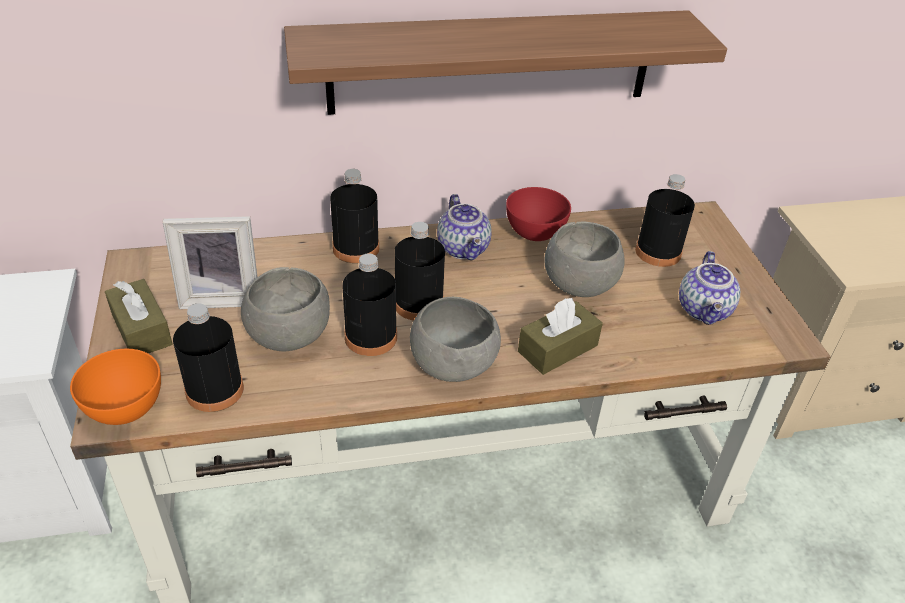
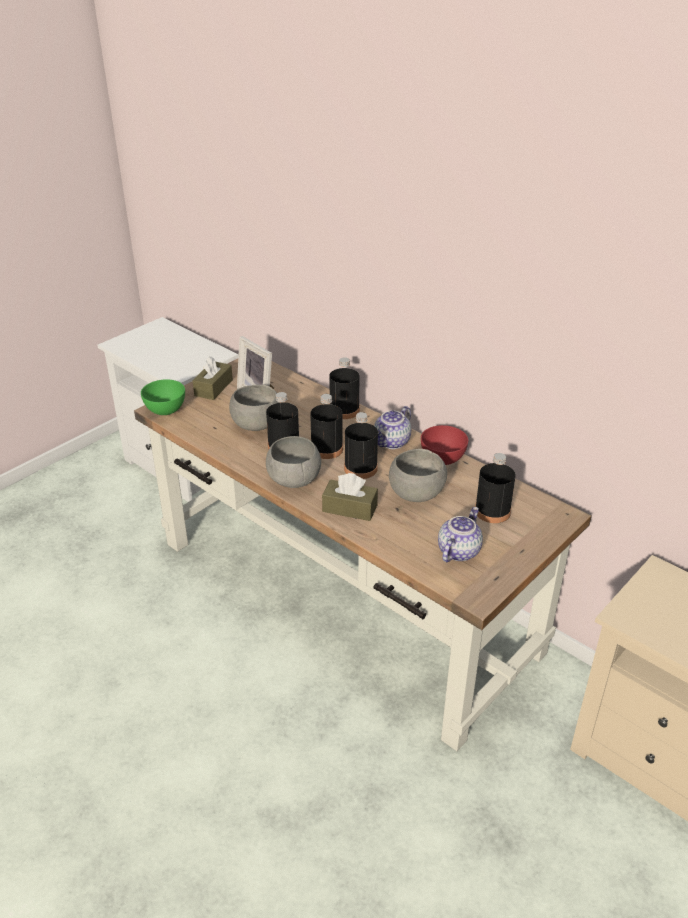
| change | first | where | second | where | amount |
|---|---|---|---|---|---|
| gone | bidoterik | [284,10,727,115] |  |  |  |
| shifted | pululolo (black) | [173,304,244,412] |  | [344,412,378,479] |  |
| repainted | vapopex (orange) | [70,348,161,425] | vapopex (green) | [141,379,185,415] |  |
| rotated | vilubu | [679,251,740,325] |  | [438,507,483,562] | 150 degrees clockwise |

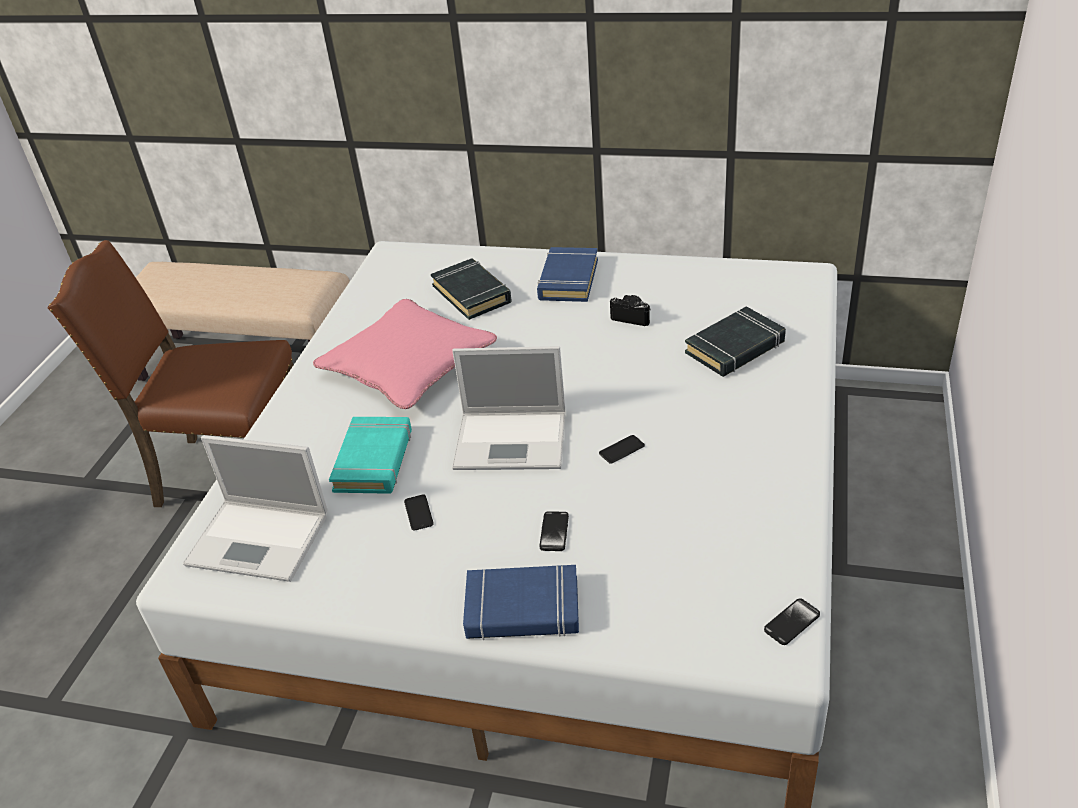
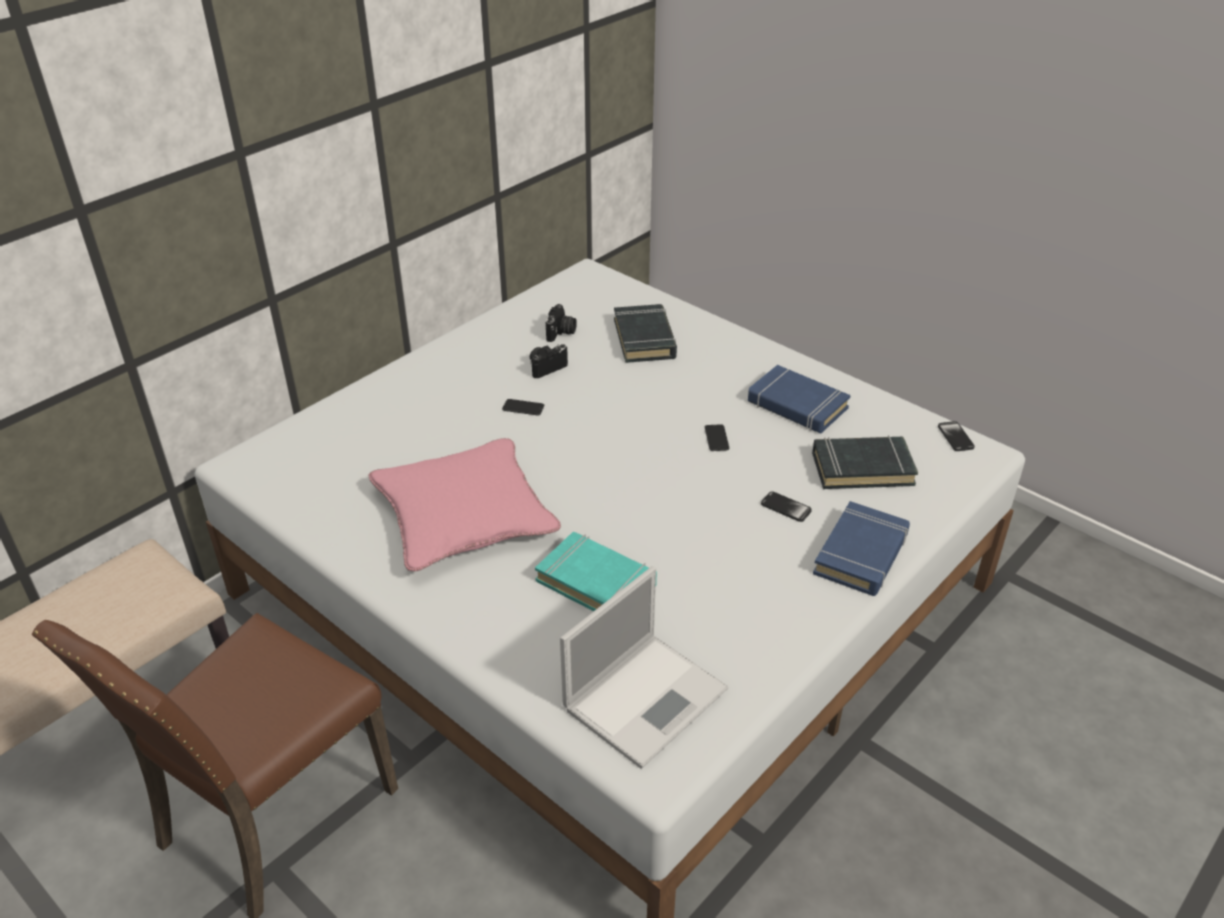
| change | first | where | second | where | amount |
|---|---|---|---|---|---|
| gone | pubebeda | [452,346,565,470] |  |  |  |
| new |  |  | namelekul | [546,304,577,342] |  |
| shifted | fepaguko | [404,495,434,531] |  | [502,399,544,416] |  |
| shifted | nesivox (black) | [431,258,512,320] |  | [812,435,918,489] |  |
| shifted | nesivox (blue) | [537,247,598,302] |  | [748,365,851,433] |  |

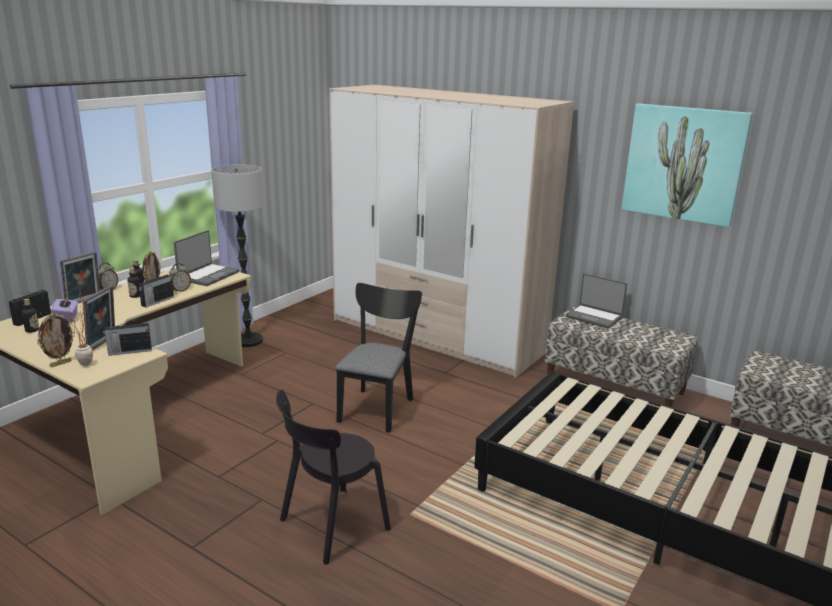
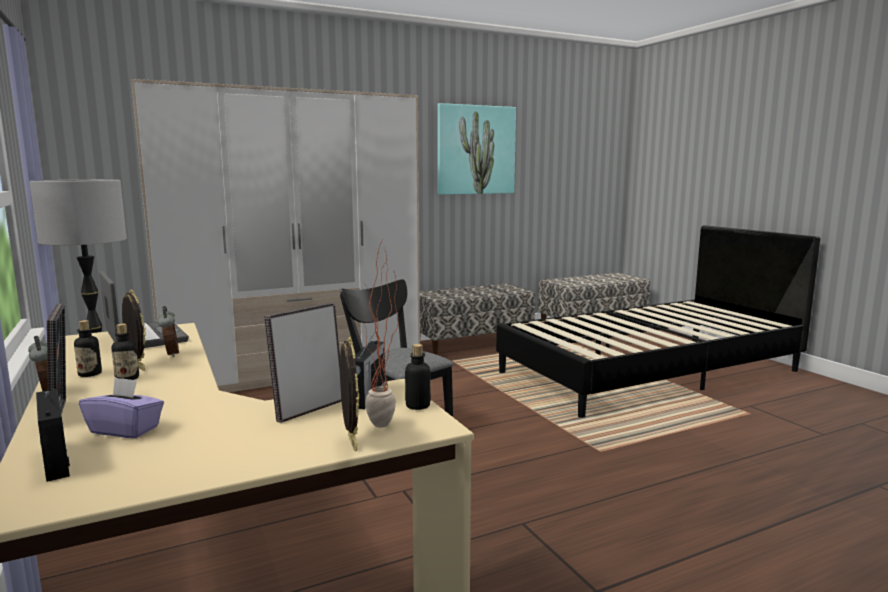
| change | first | where | second | where | amount |
|---|---|---|---|---|---|
| gone | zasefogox | [138,272,174,307] |  |  |  |
| gone | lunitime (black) | [276,390,391,565] |  |  |  |
| gone | pubebeda | [565,274,627,329] |  |  |  |
| shifted | pululolo | [22,299,39,333] |  | [405,344,431,410] |  |
| rotated | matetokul | [83,286,115,350] |  | [264,303,342,423] | 90 degrees counterclockwise |

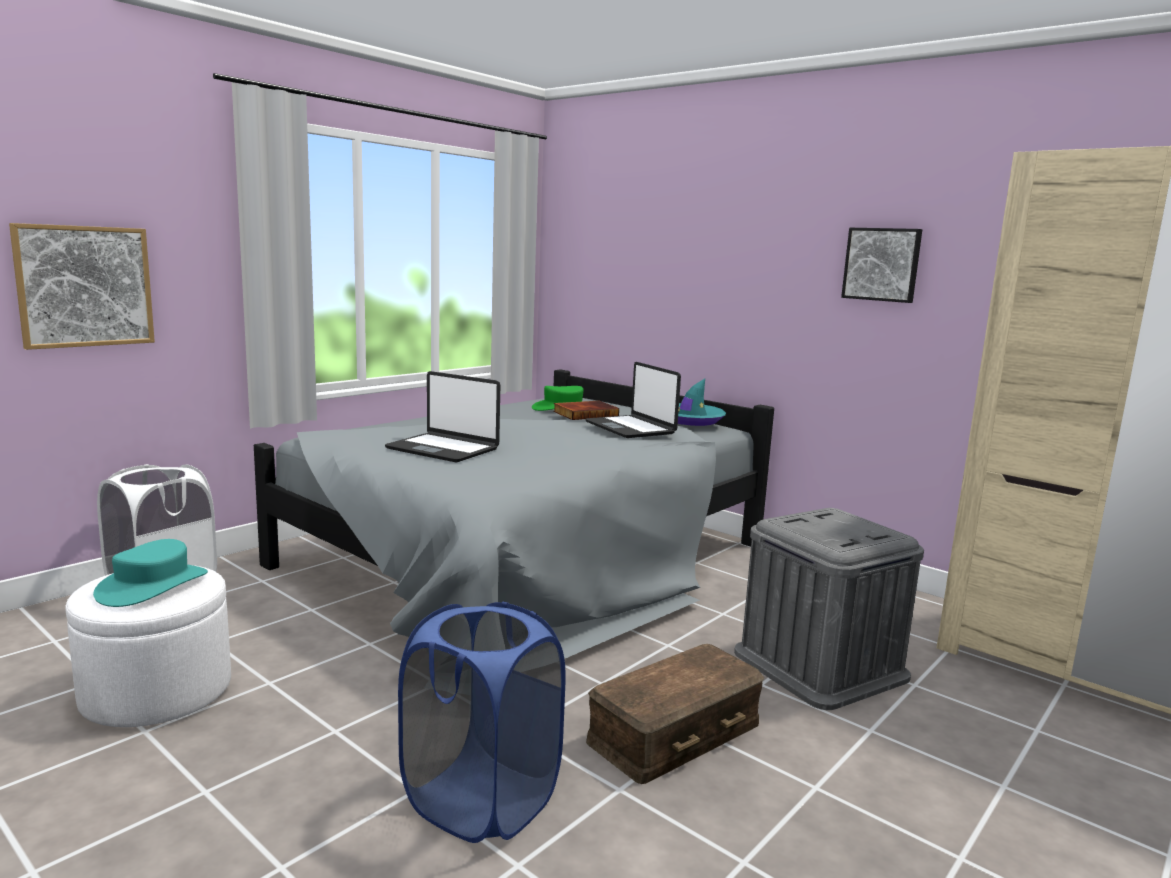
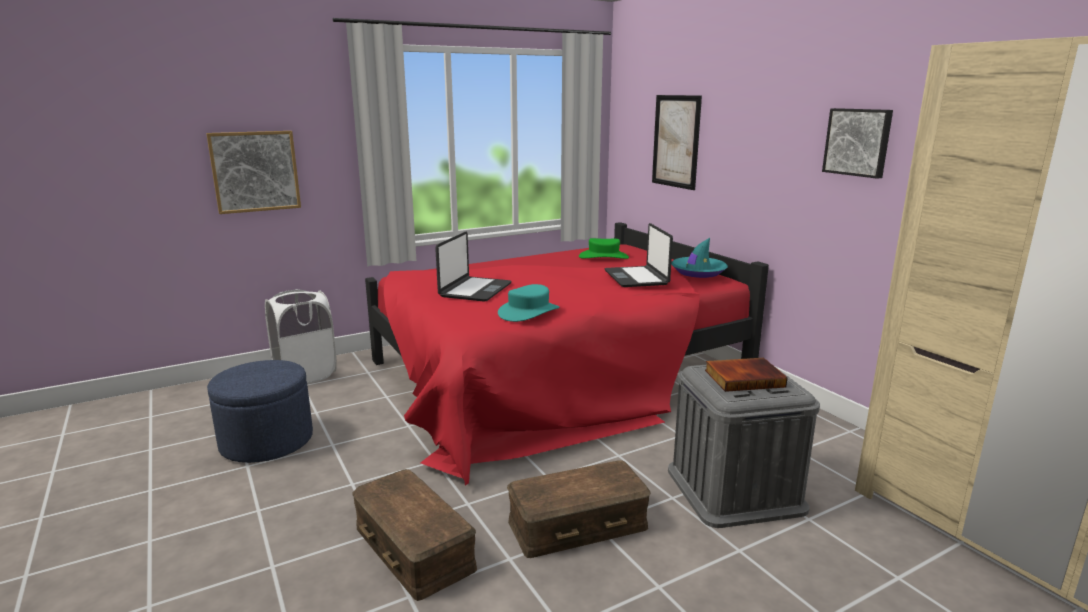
| change | first | where | second | where | amount |
|---|---|---|---|---|---|
| new |  |  | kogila | [652,95,702,190] |  |
| shifted | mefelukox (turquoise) | [93,539,208,607] |  | [498,284,559,322] |  |
| shifted | nesivox | [553,401,619,420] |  | [705,358,788,392] |  |
| swapped | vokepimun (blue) | [398,602,565,843] | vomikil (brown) | [352,469,477,601] |  |
| repainted | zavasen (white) | [65,565,231,727] | zavasen (blue) | [207,360,313,463] |  |
| repainted | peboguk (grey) | [254,369,774,659] | peboguk (red) | [365,222,769,486] |  |
| rotated | pubebeda | [385,371,500,463] |  | [435,232,512,302] | 120 degrees counterclockwise |

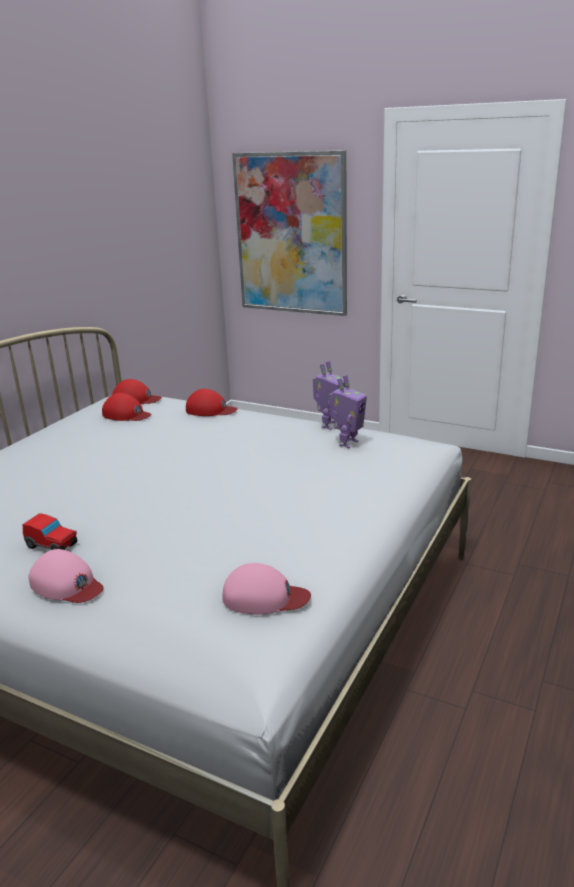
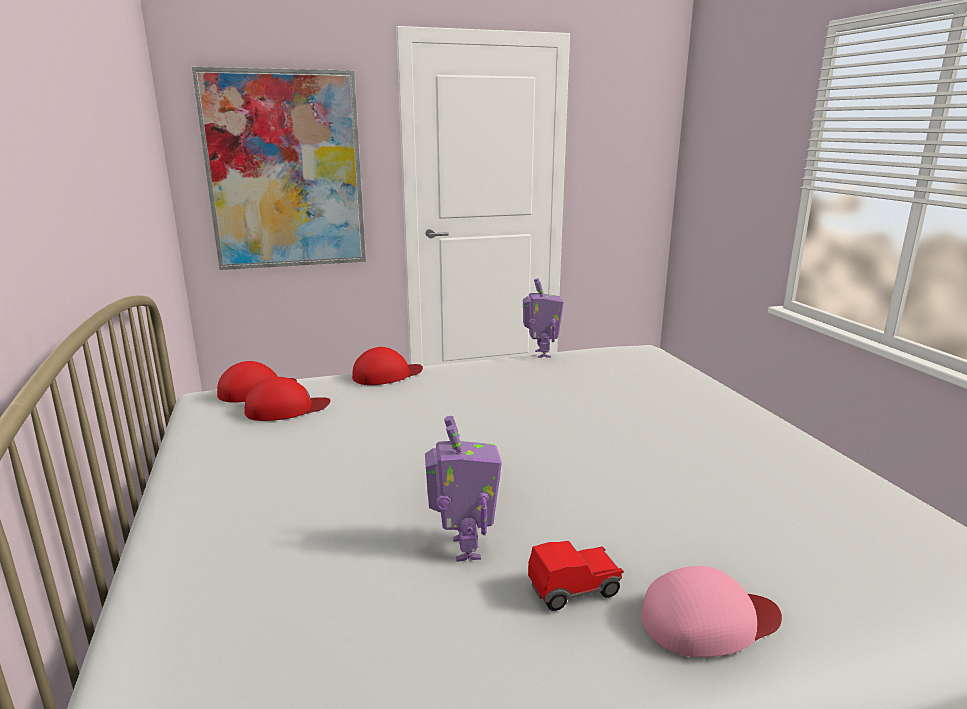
| change | first | where | second | where | amount |
|---|---|---|---|---|---|
| gone | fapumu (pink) | [222,563,311,614] |  |  |  |
| shifted | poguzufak | [329,375,367,448] |  | [425,416,502,562] |  |

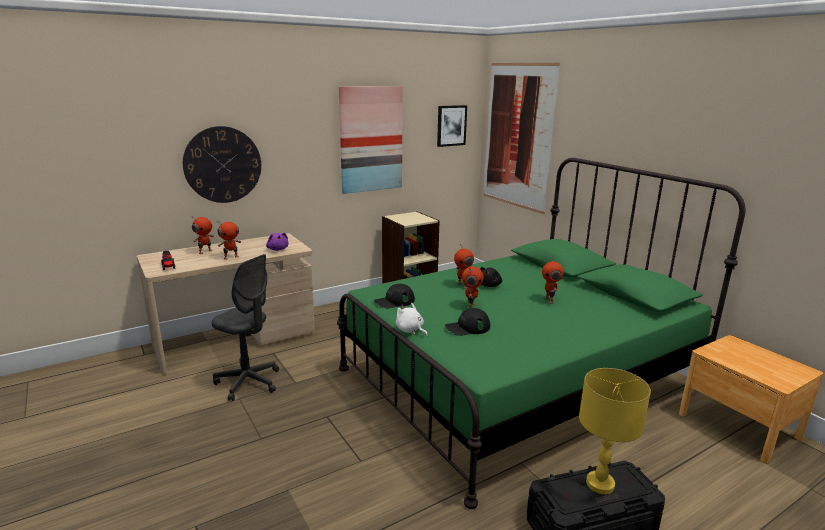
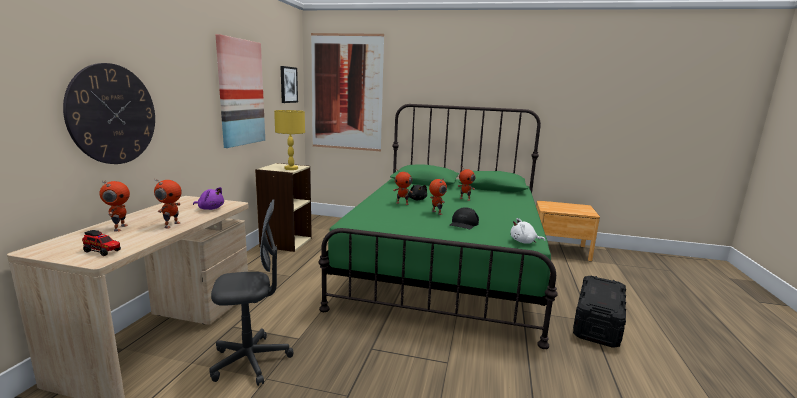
| change | first | where | second | where | amount |
|---|---|---|---|---|---|
| gone | fapumu (black) | [374,284,415,308] |  |  |  |
| shifted | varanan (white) | [396,303,428,336] |  | [511,218,545,244] |  |
| shifted | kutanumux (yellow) | [579,368,651,494] |  | [274,110,305,170] |  |

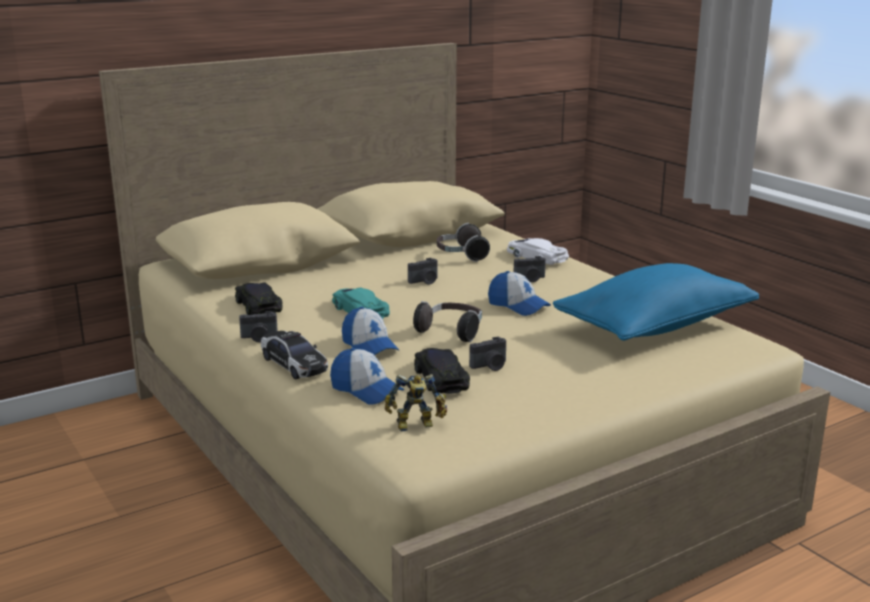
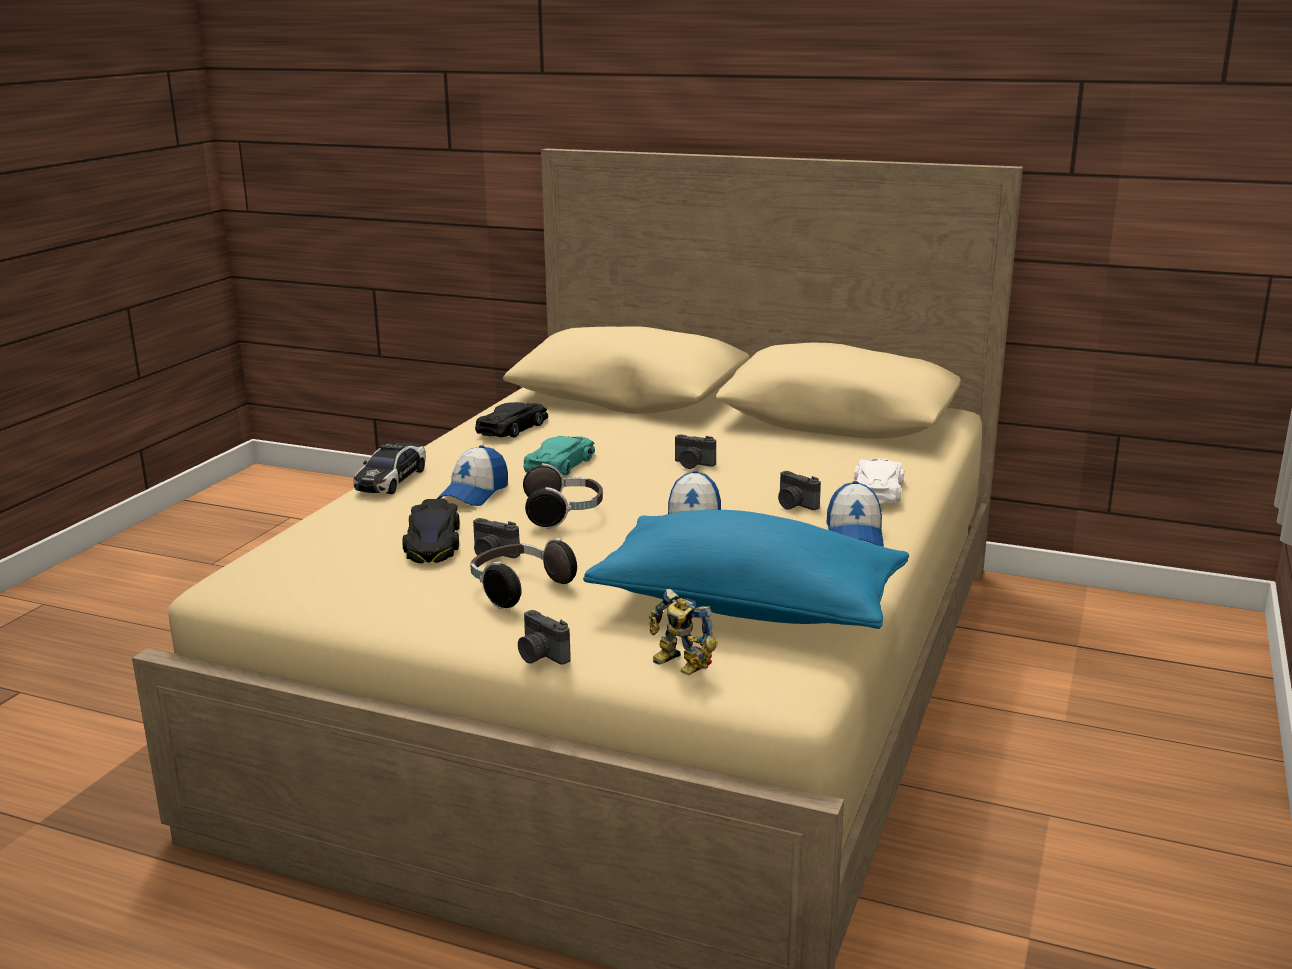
| change | first | where | second | where | amount |
|---|---|---|---|---|---|
| shifted | namelekul | [239,311,278,342] |  | [518,610,571,665] |  |
| shifted | fapumu | [330,348,404,405] |  | [826,481,884,547] |  |
| shifted | poguzufak | [385,374,447,431] |  | [649,589,718,675] |  |
| shifted | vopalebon | [437,223,490,262] |  | [470,538,577,609] |  |
| rotated | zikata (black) | [414,348,470,394] |  | [402,498,460,563] | 135 degrees clockwise |

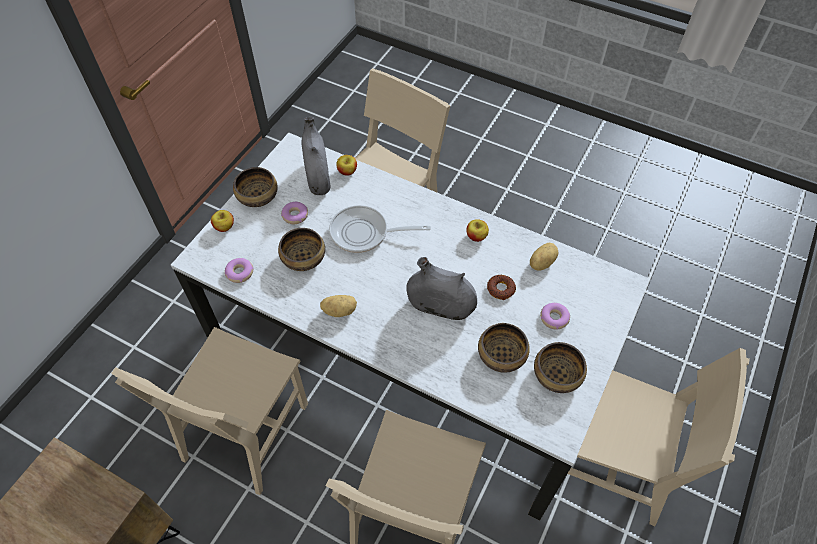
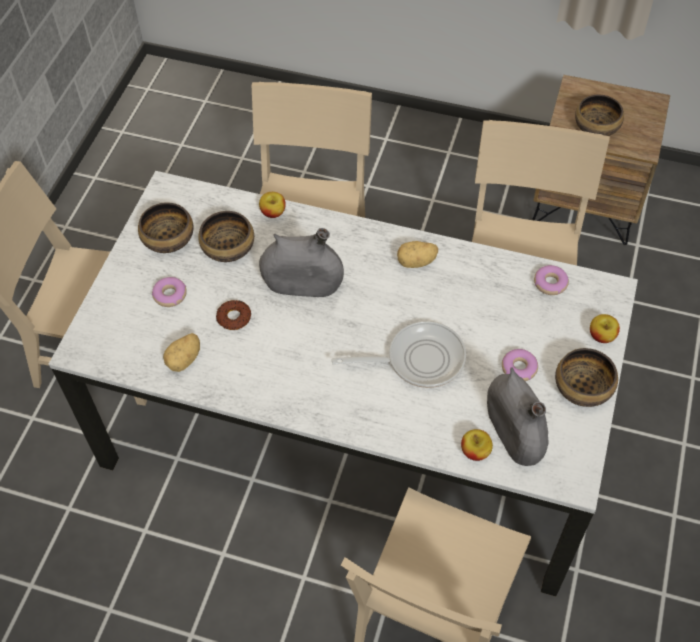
| change | first | where | second | where | amount |
|---|---|---|---|---|---|
| shifted | vapopex | [278,228,325,271] |  | [575,95,624,136] |  |
| shifted | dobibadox | [466,219,489,242] |  | [259,192,286,218] |  |

